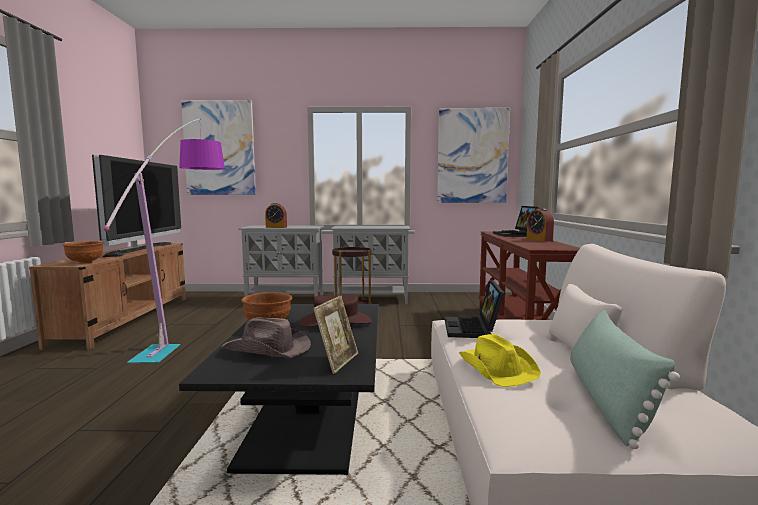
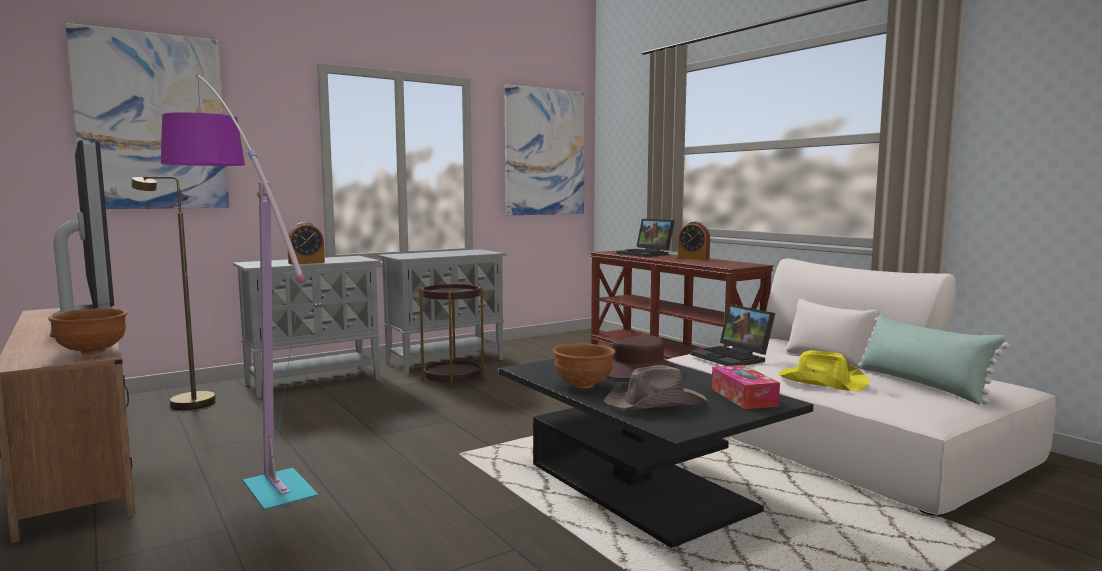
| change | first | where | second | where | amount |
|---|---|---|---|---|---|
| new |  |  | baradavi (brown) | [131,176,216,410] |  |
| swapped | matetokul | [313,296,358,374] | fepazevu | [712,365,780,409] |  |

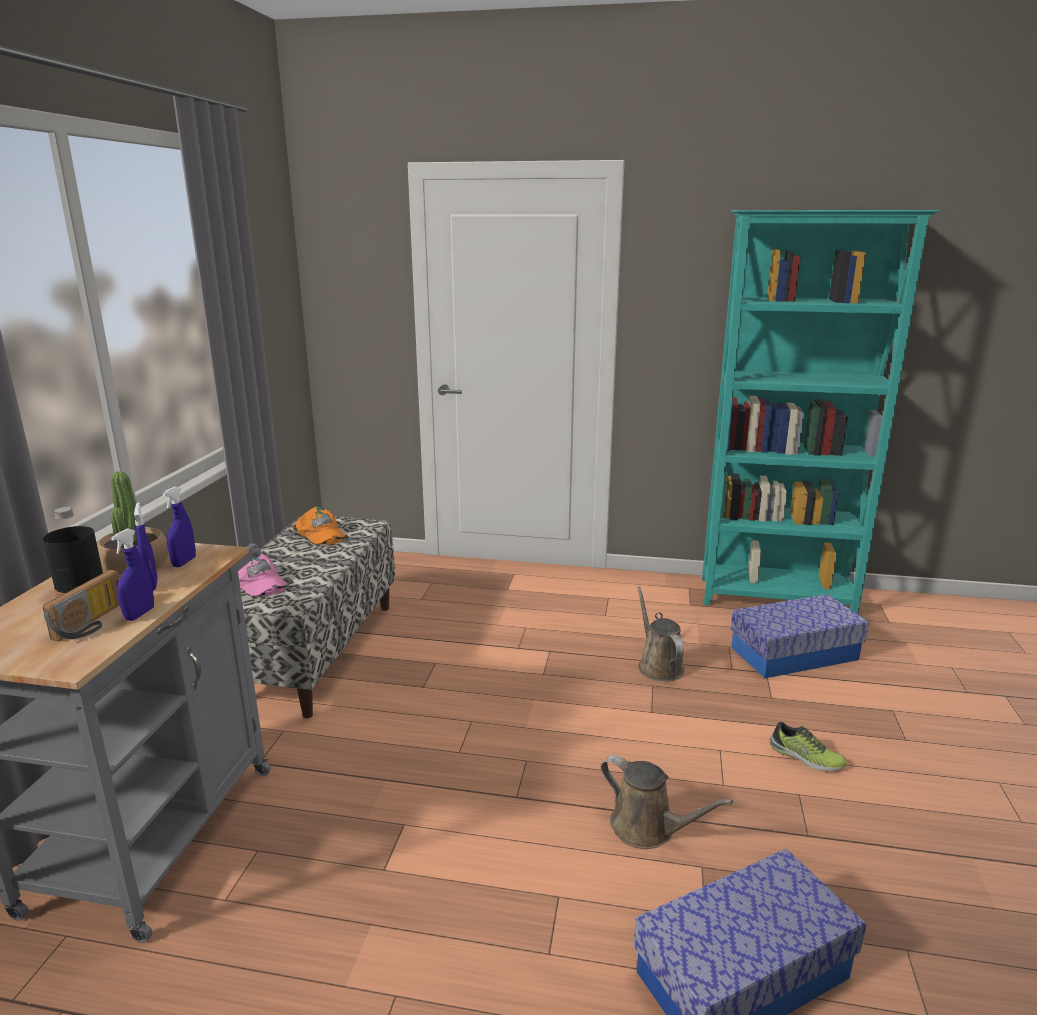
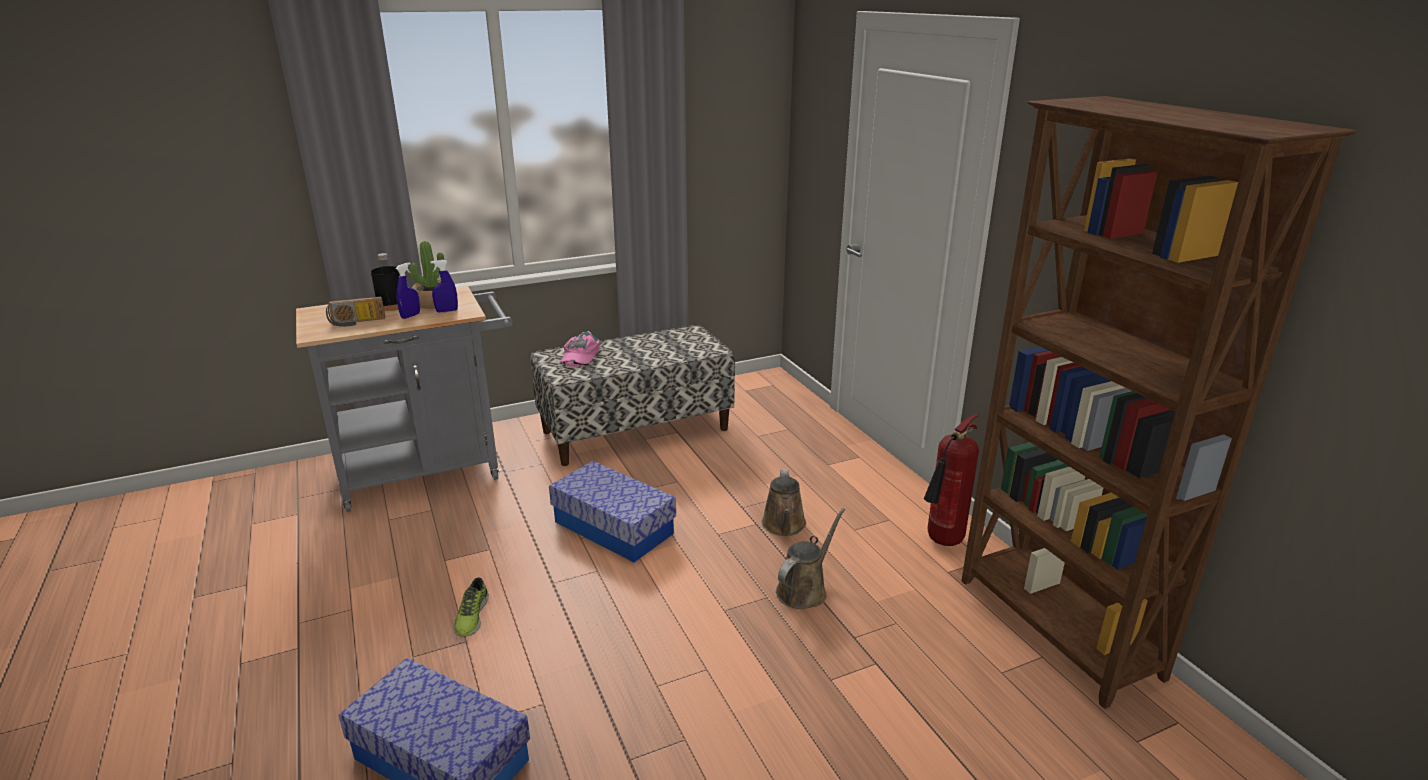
| change | first | where | second | where | amount |
|---|---|---|---|---|---|
| gone | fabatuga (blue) | [111,529,154,621] |  |  |  |
| gone | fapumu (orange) | [293,507,345,545] |  |  |  |
| new |  |  | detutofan | [924,414,979,546] |  |
| shifted | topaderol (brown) | [601,755,733,849] |  | [762,469,806,536] |  |
| shifted | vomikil | [730,594,869,678] |  | [549,461,676,562] |  |
| shifted | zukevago | [770,722,846,771] |  | [454,578,489,636] |  |
| repainted | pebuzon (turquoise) | [702,210,939,614] | pebuzon (brown) | [961,96,1357,709] |  |

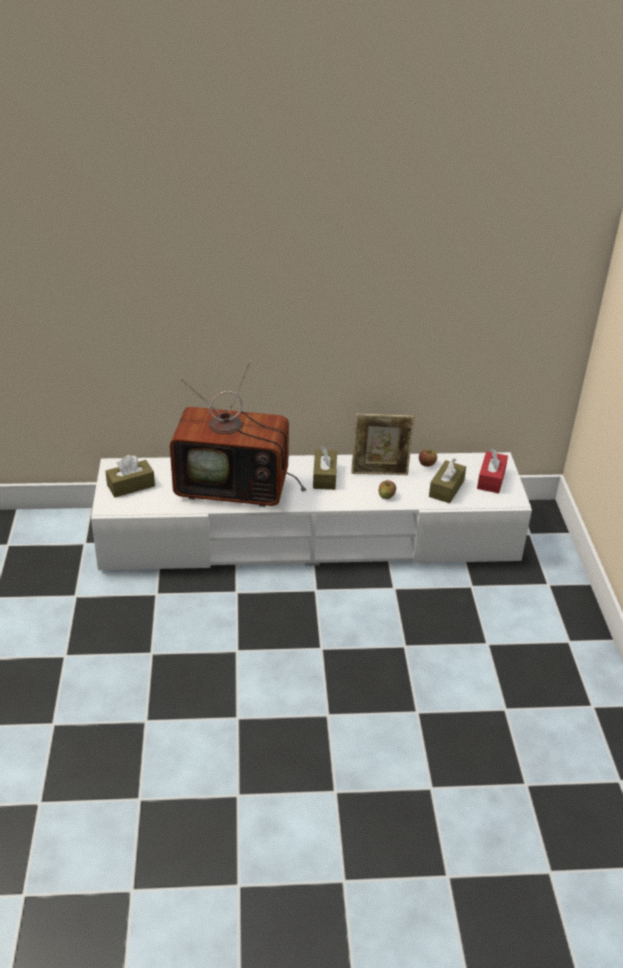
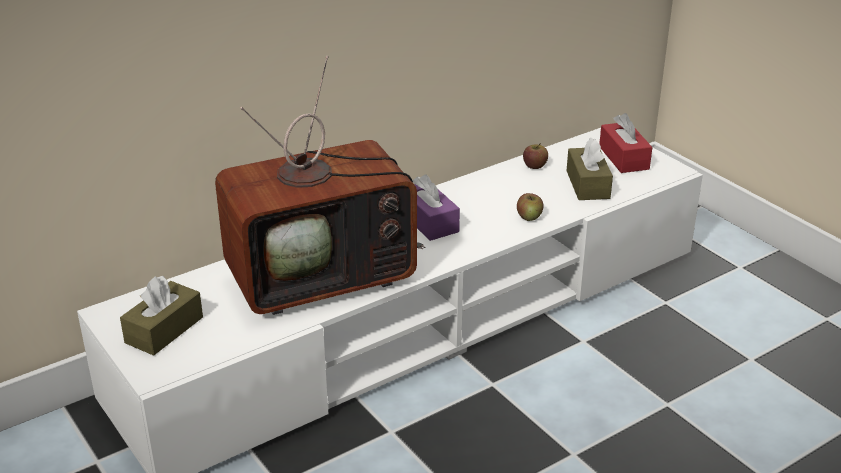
| change | first | where | second | where | amount |
|---|---|---|---|---|---|
| gone | matetokul | [351,414,415,475] |  |  |  |
| repainted | fepazevu (brown) | [313,446,337,490] | fepazevu (purple) | [412,174,460,241] |  |

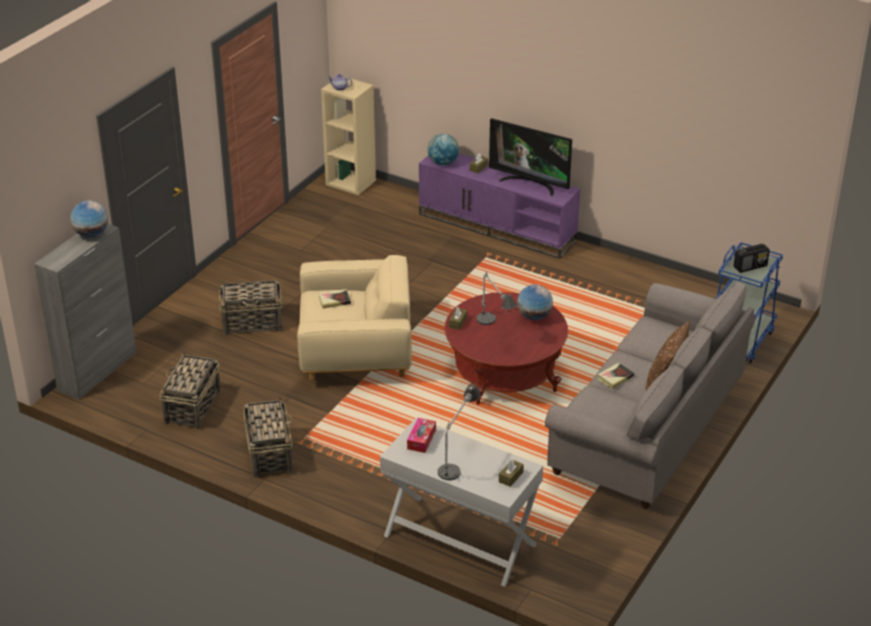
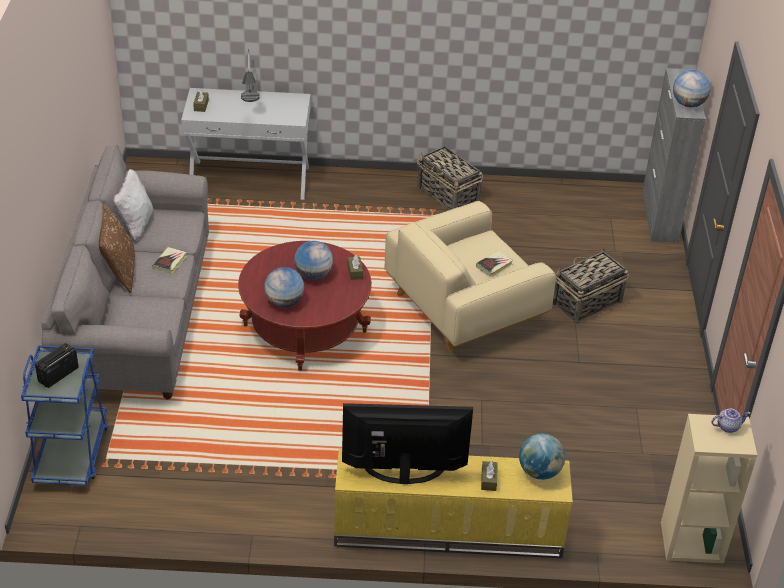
| change | first | where | second | where | amount |
|---|---|---|---|---|---|
| gone | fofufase | [160,351,221,429] |  |  |  |
| gone | fepazevu | [407,418,436,453] |  |  |  |
| new |  |  | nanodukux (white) | [113,169,153,240] |  |
| swapped | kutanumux | [477,271,517,325] | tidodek | [294,241,333,280] |  |
| repainted | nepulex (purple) | [419,153,580,259] | nepulex (yellow) | [334,449,573,558] |  |

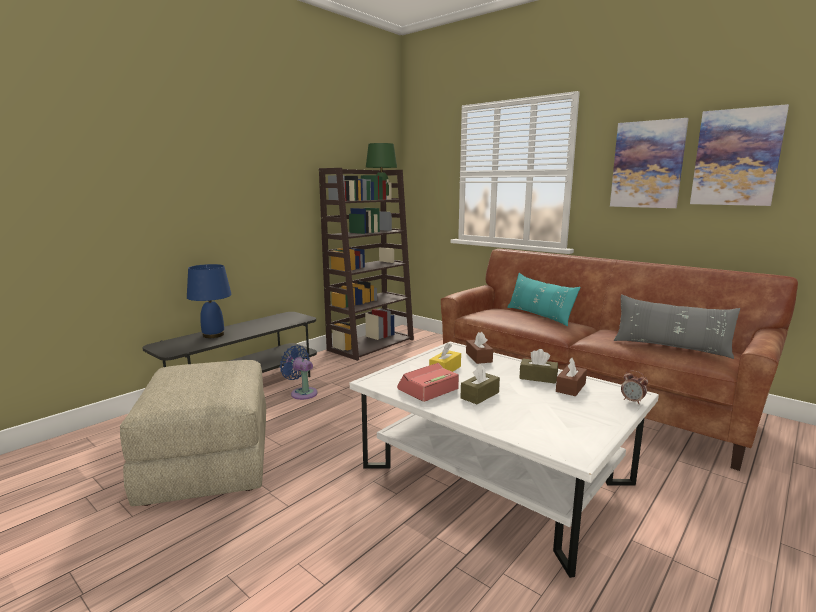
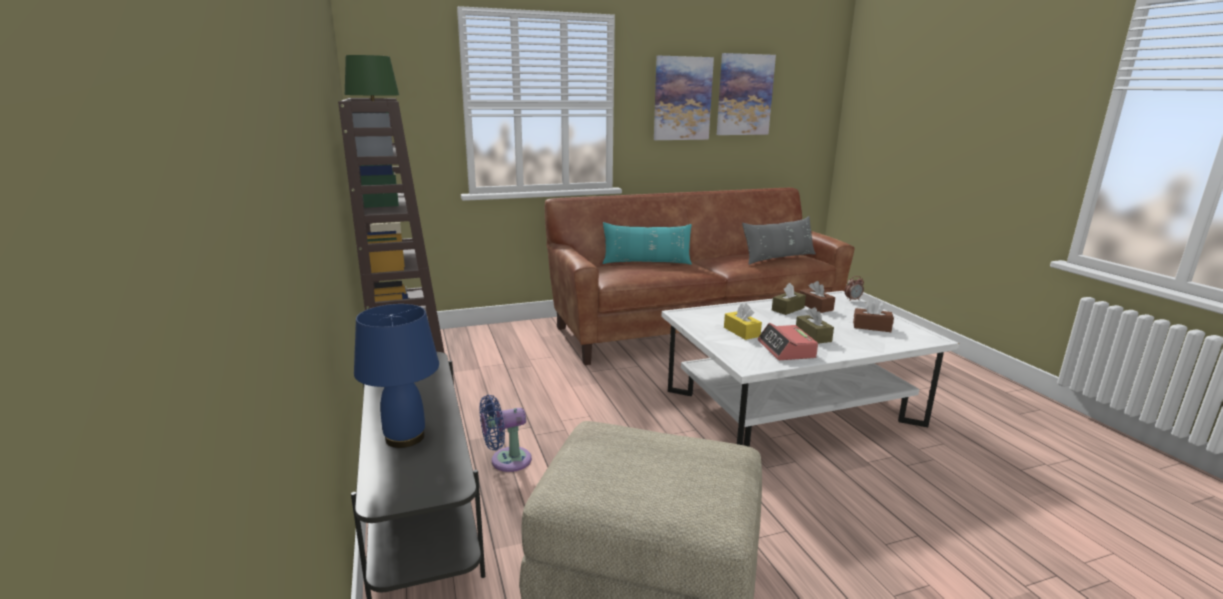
| change | first | where | second | where | amount |
|---|---|---|---|---|---|
| shifted | fepazevu (brown) | [466,332,493,364] |  | [853,299,894,332] |  |

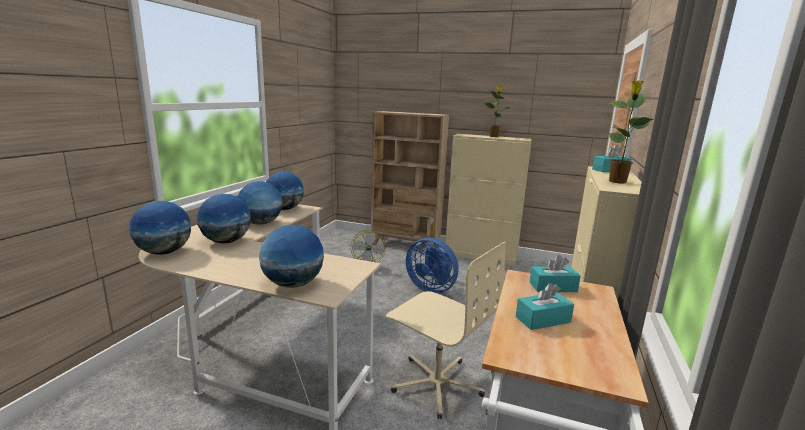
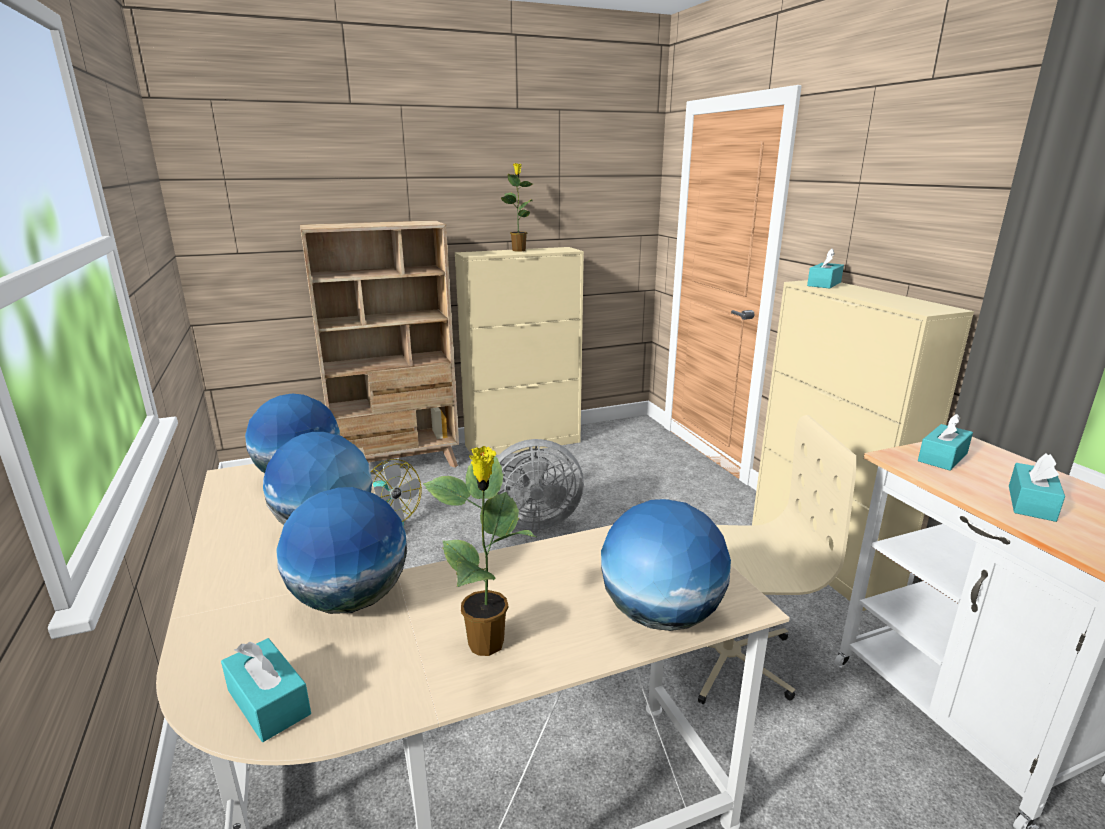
| change | first | where | second | where | amount |
|---|---|---|---|---|---|
| shifted | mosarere | [608,80,654,184] |  | [423,446,536,656] |  |
| swapped | tidodek | [129,201,191,255] | fepazevu (turquoise) | [221,638,311,742] |  |
| repainted | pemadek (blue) | [406,237,458,294] | pemadek (grey) | [496,439,584,530] |  |

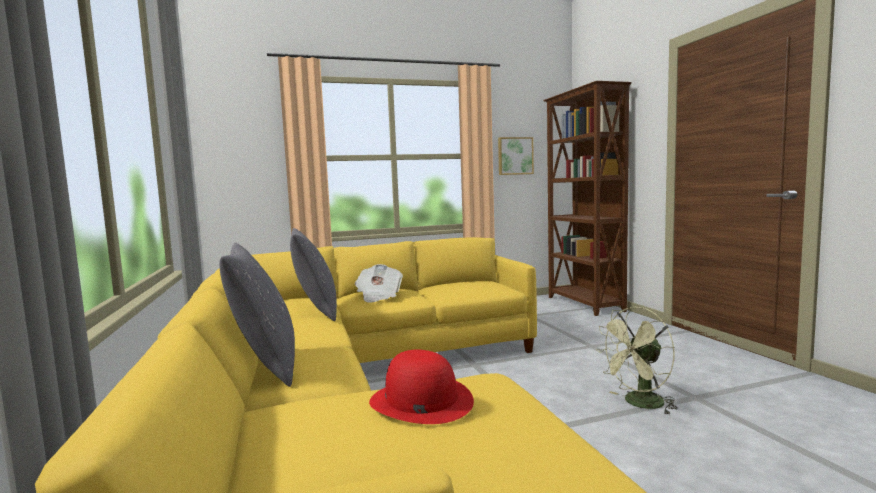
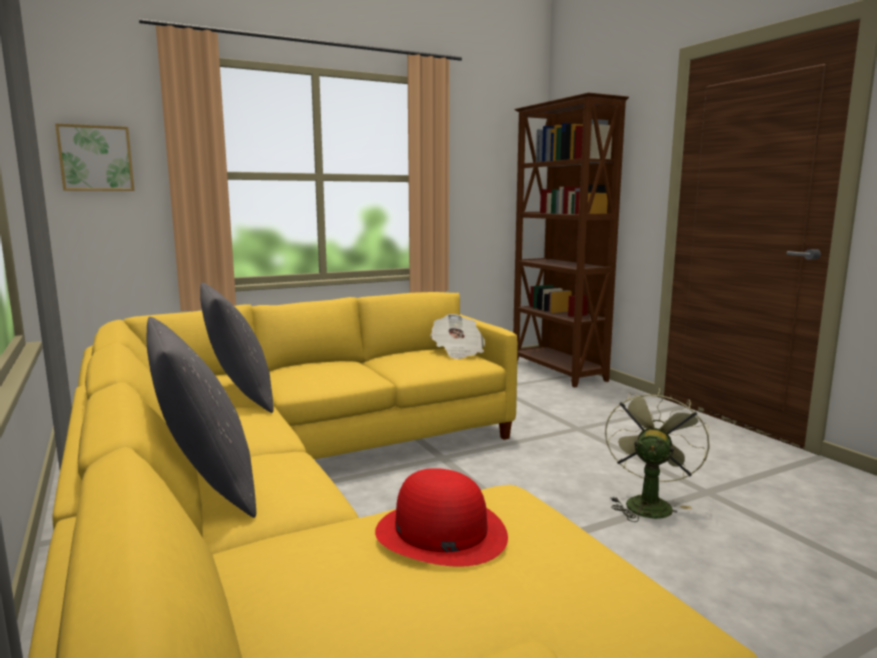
| change | first | where | second | where | amount |
|---|---|---|---|---|---|
| shifted | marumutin | [355,264,403,302] |  | [430,314,485,359] |  |
| shifted | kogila | [498,137,534,175] |  | [55,123,135,191] |  |
| rotated | pemadek (green) | [596,307,678,415] |  | [605,388,710,522] | 150 degrees clockwise |

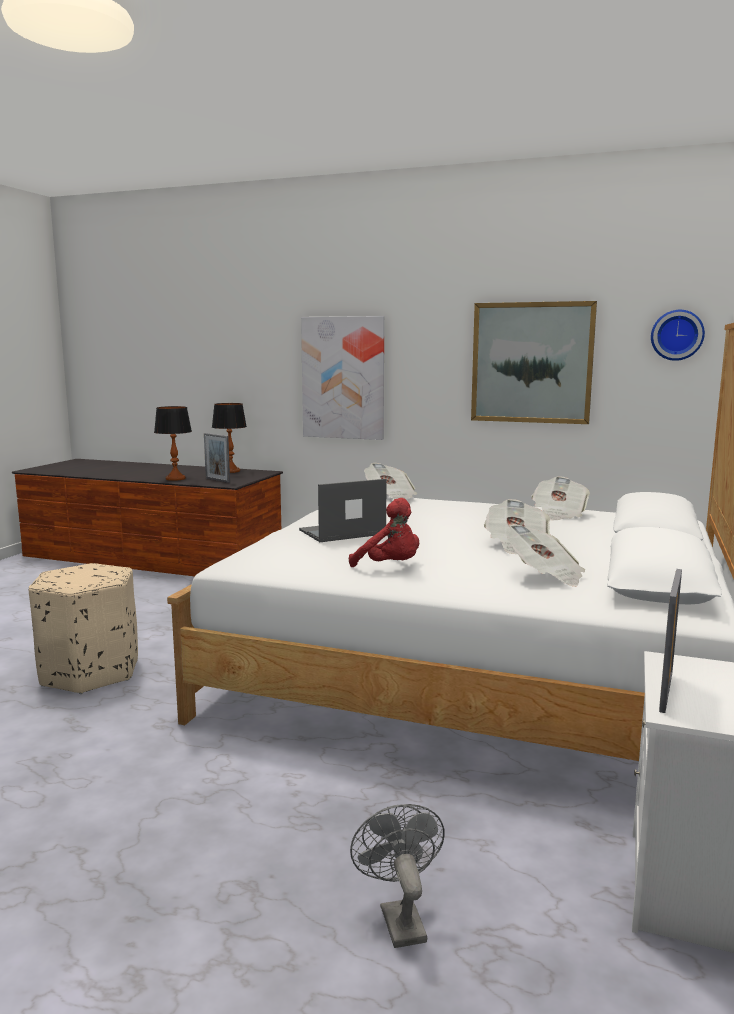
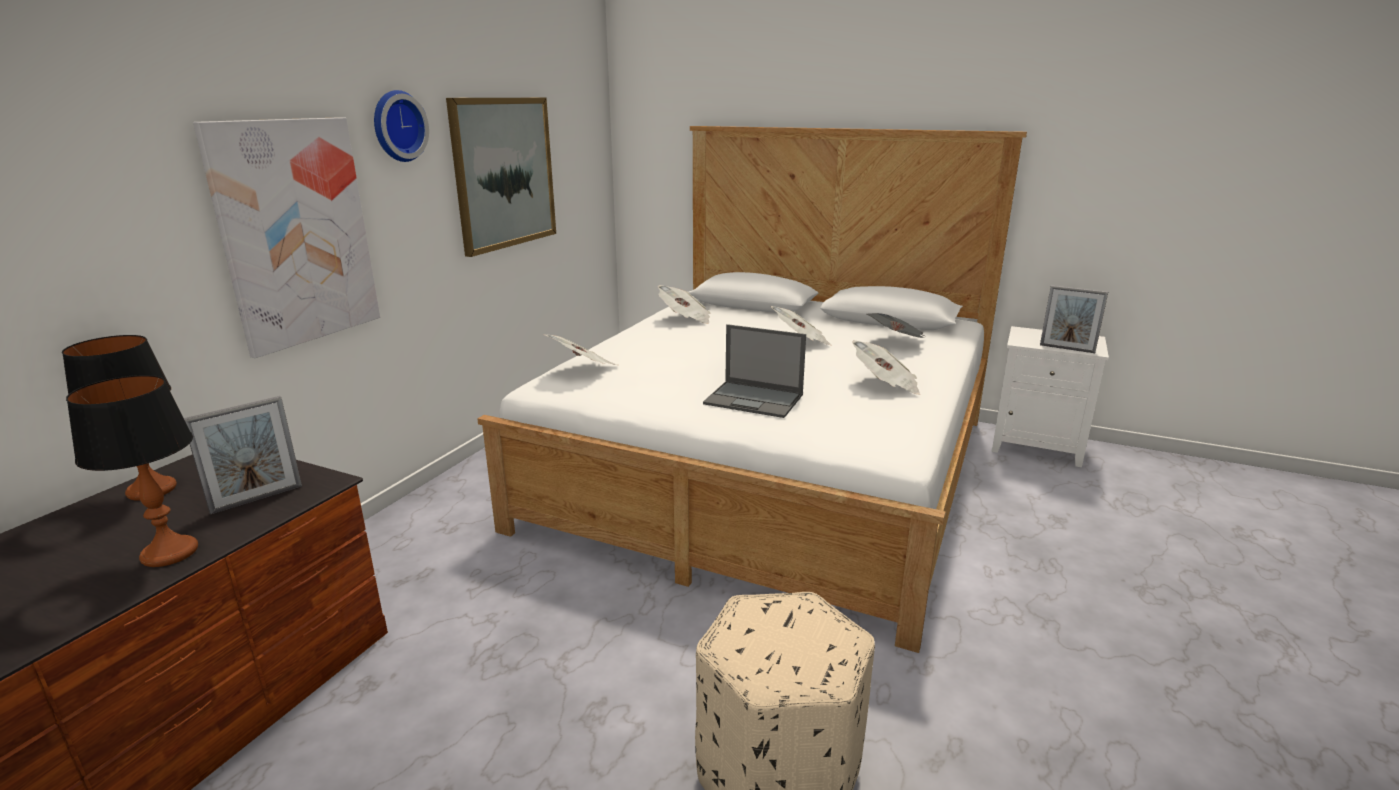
| change | first | where | second | where | amount |
|---|---|---|---|---|---|
| gone | pemadek (grey) | [350,804,445,948] |  |  |  |
| shifted | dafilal | [651,310,705,361] |  | [374,90,429,162] |  |
| swapped | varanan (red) | [349,498,419,567] | marumutin | [852,340,920,395] |  |
| rotated | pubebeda | [299,479,387,542] |  | [703,324,806,418] | 45 degrees counterclockwise |

